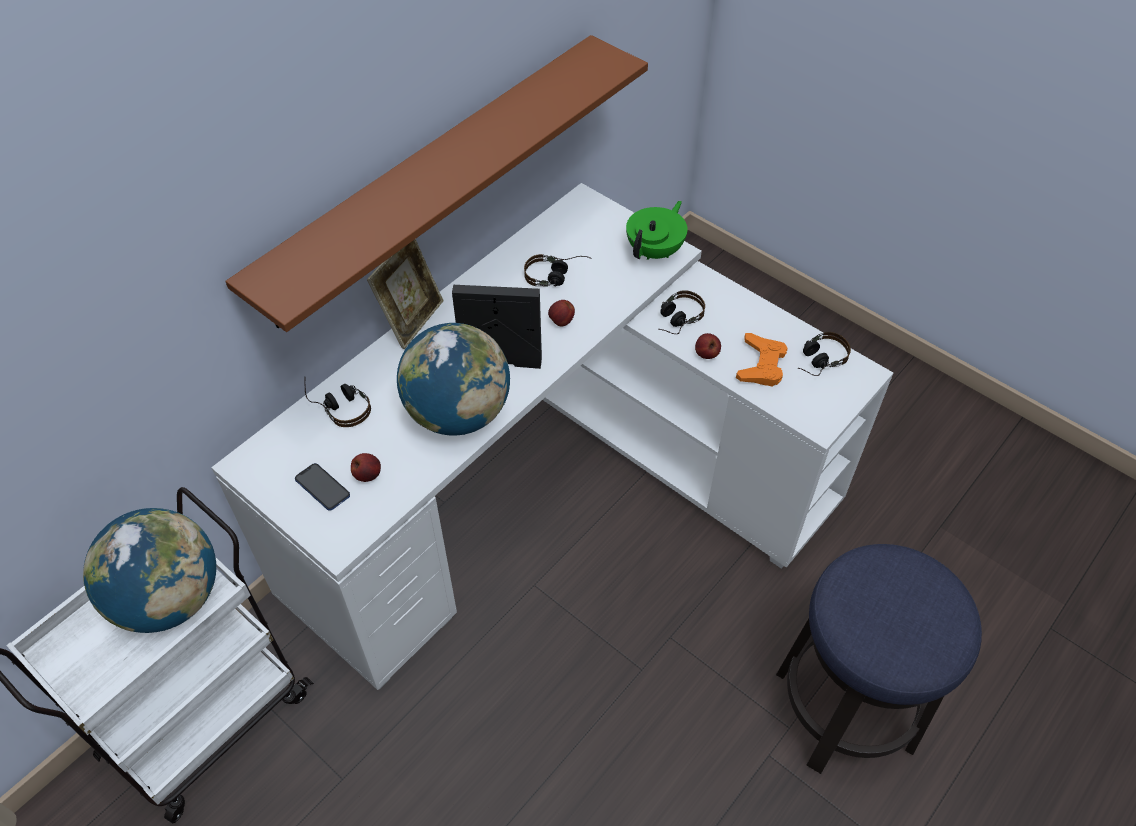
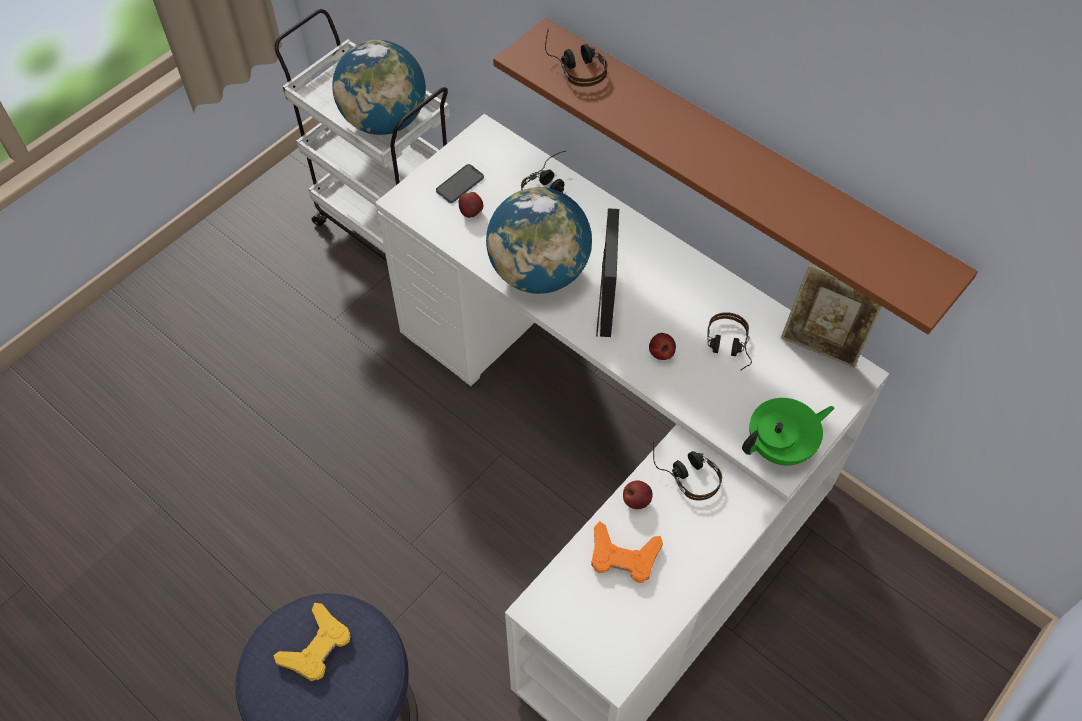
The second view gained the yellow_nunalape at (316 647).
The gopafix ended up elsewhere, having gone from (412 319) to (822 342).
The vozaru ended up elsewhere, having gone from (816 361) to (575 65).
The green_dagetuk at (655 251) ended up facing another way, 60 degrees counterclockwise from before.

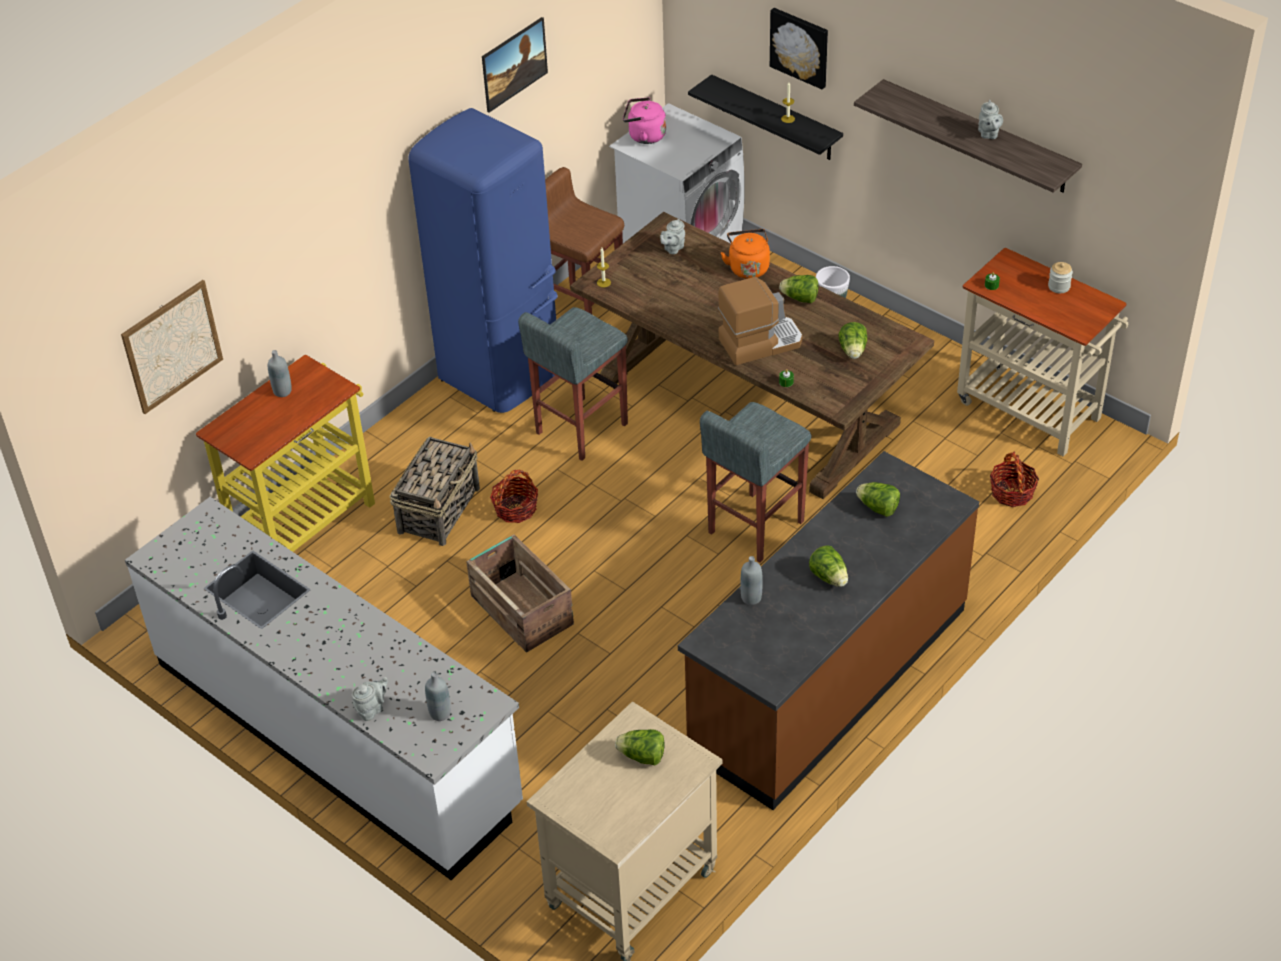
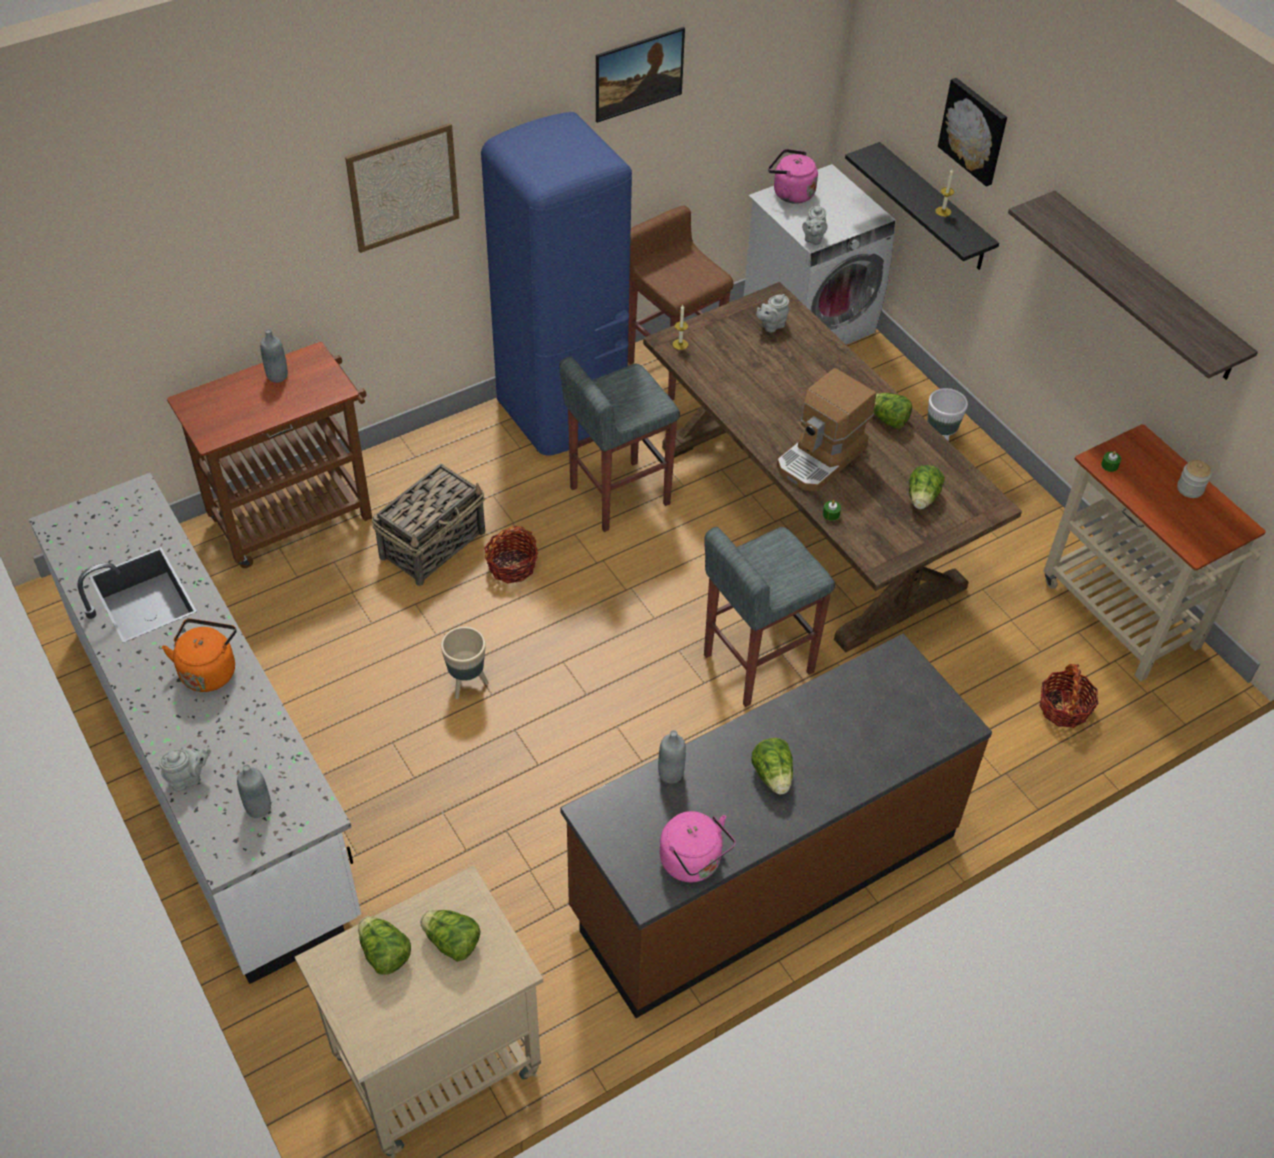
The second view gained the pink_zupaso at (693 862).
The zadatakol ended up elsewhere, having gone from (172 345) to (403 186).
The orange_zupaso ended up elsewhere, having gone from (748 267) to (209 670).
The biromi ended up elsewhere, having gone from (878 508) to (384 954).
The grey_dagetuk ended up elsewhere, having gone from (988 134) to (813 239).
Where the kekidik stood at (521 609), the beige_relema came to stand at (467 683).
What was the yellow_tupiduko at (305 522) turned into the brown_tupiduko at (294 518).
The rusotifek at (760 342) ended up facing another way, 135 degrees clockwise from before.

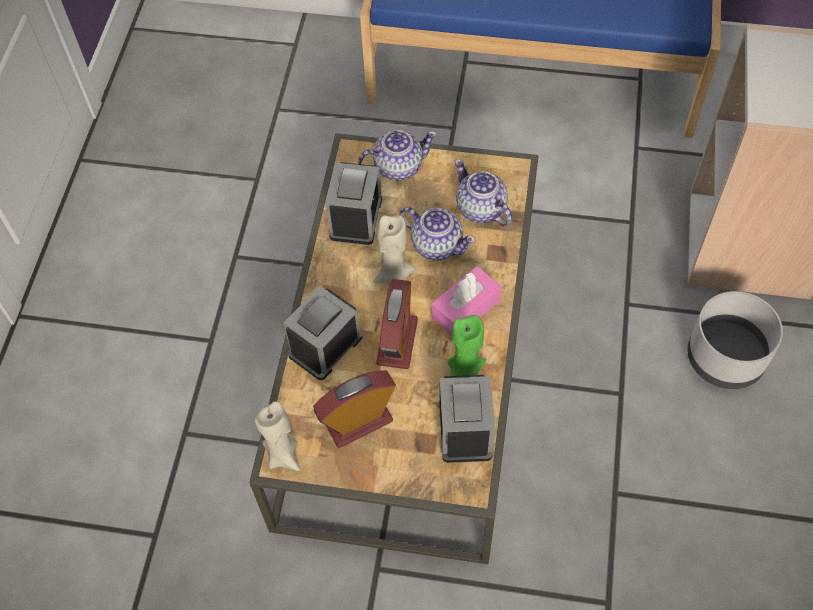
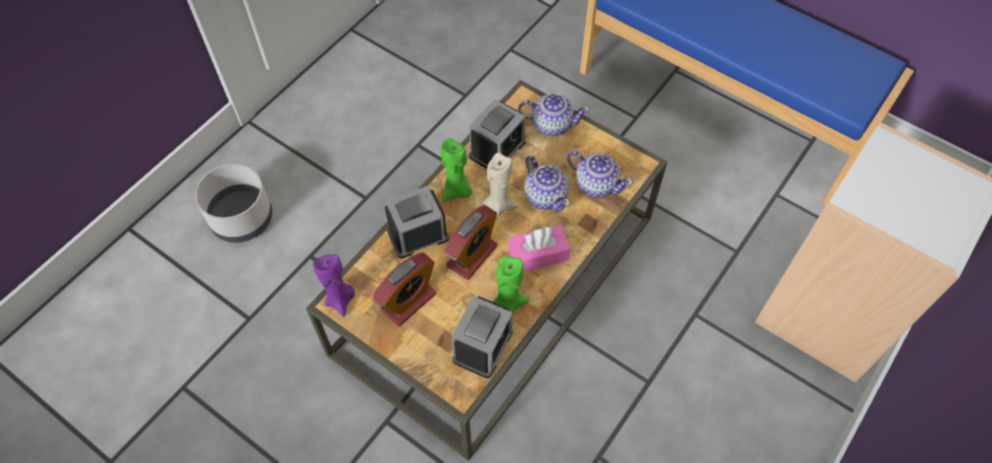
The second view gained the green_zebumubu at (457 191).
The grey_relema ended up elsewhere, having gone from (724 358) to (241 218).
What was the beige_zebumubu at (283 455) turned into the purple_zebumubu at (341 300).
The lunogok at (358 421) ended up facing another way, 135 degrees clockwise from before.
The dagetuk at (481 209) ended up facing another way, 135 degrees clockwise from before.

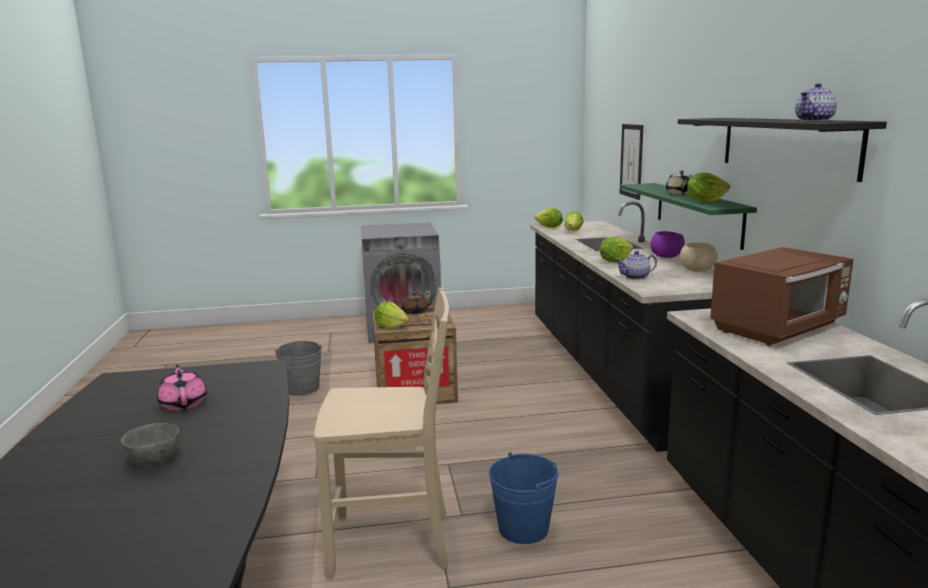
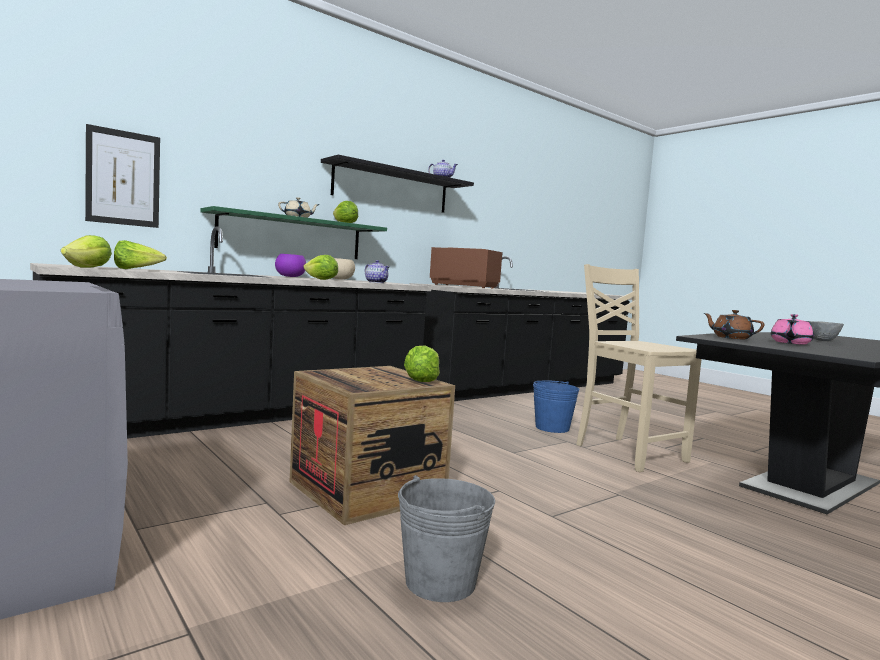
The brown_dagetuk ended up elsewhere, having gone from (416 311) to (731 338).

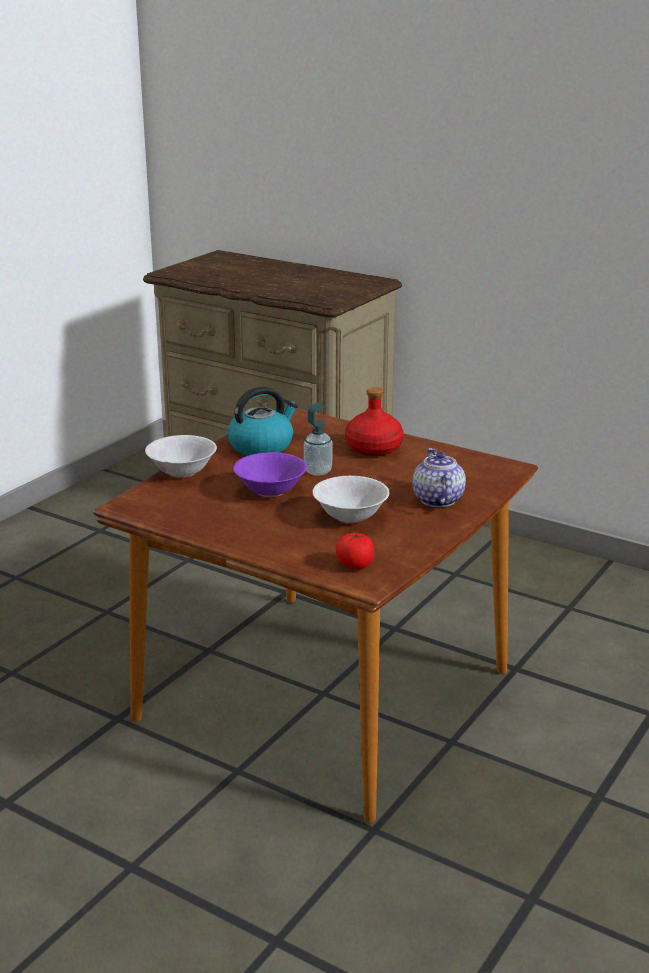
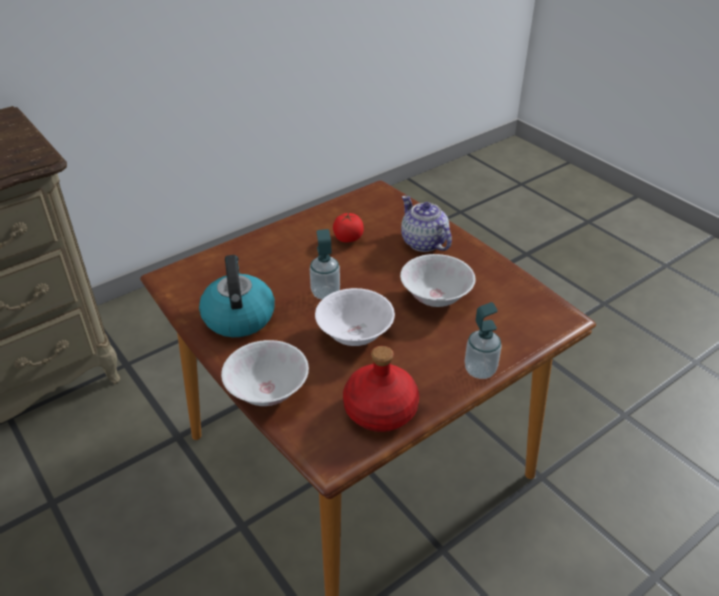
The second view gained the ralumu at (480 370).
The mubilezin ended up elsewhere, having gone from (355 565) to (348 238).
The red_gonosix ended up elsewhere, having gone from (373 448) to (380 410).
What was the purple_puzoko at (270 491) turned into the white_puzoko at (355 335).
The dagetuk at (437 499) ended up facing another way, 45 degrees clockwise from before.

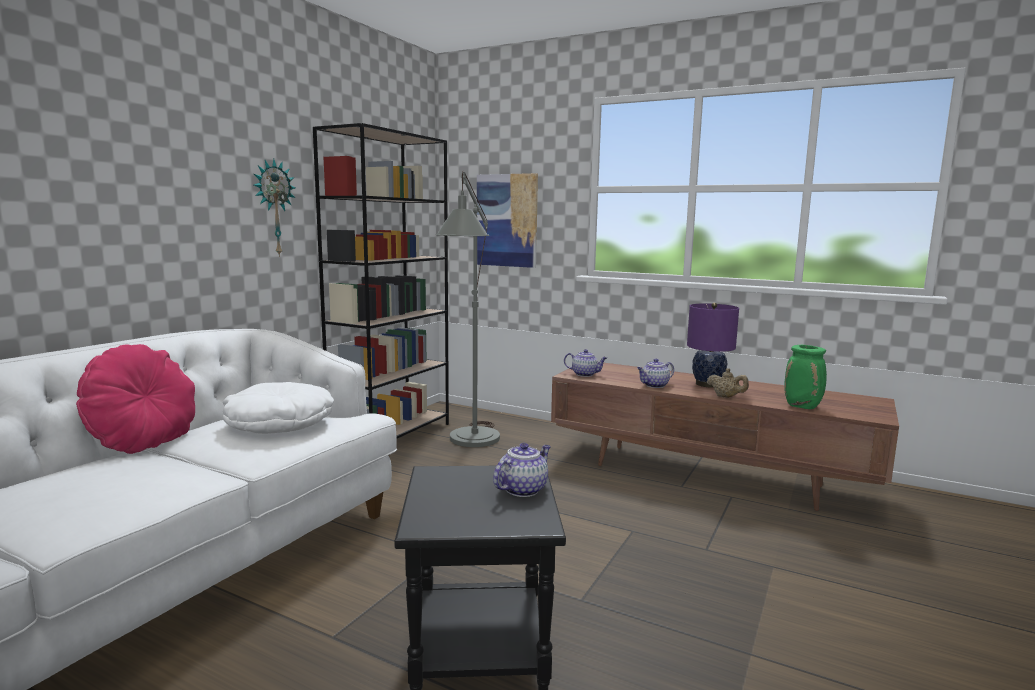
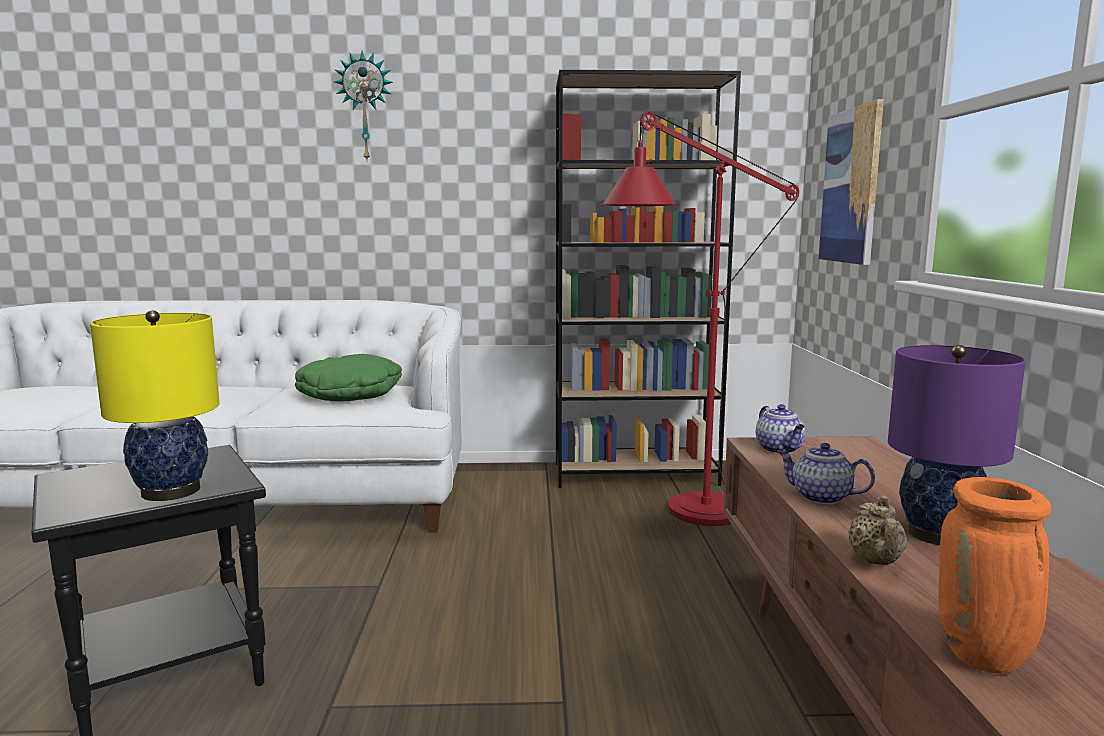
The second view lost the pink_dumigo at (144 445).
The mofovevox ended up elsewhere, having gone from (273 208) to (365 107).
Where the dagetuk stood at (523 489), the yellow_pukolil came to stand at (171 491).
What was the white_dumigo at (277 424) turned into the green_dumigo at (348 394).
What was the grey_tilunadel at (471 443) turned into the red_tilunadel at (686 514).
What was the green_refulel at (803 407) turned into the orange_refulel at (983 658).

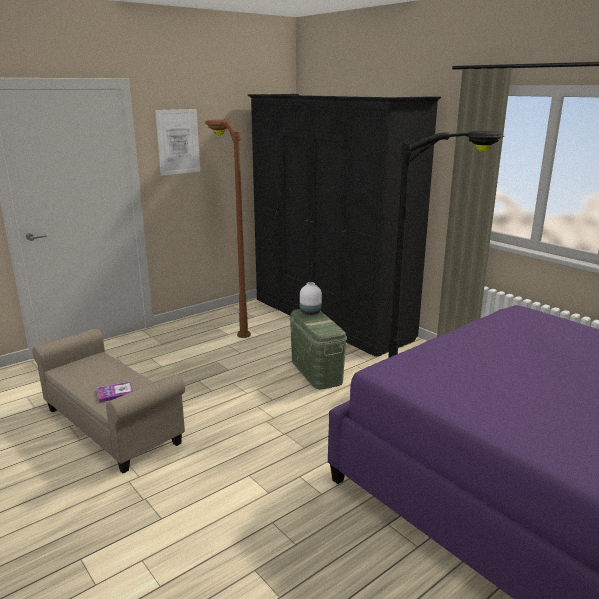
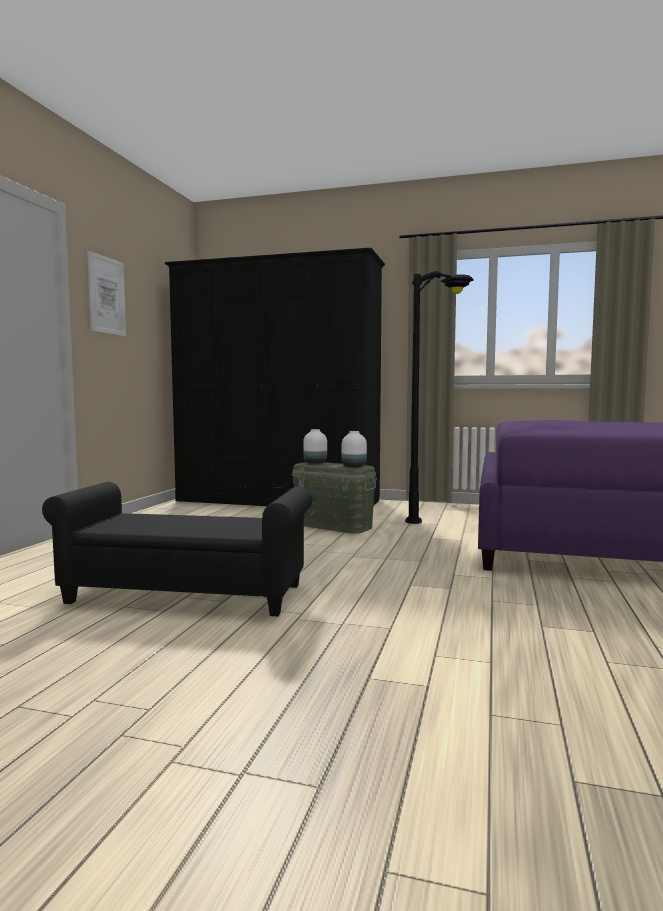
The second view lost the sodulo at (115 393).
The second view lost the brown_tilunadel at (232 320).
The second view gained the white_refulel at (354 466).
What was the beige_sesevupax at (112 426) turned into the black_sesevupax at (186 593).

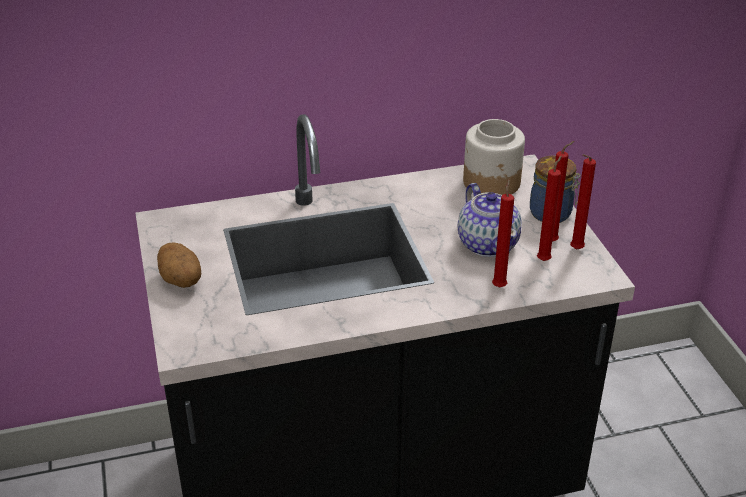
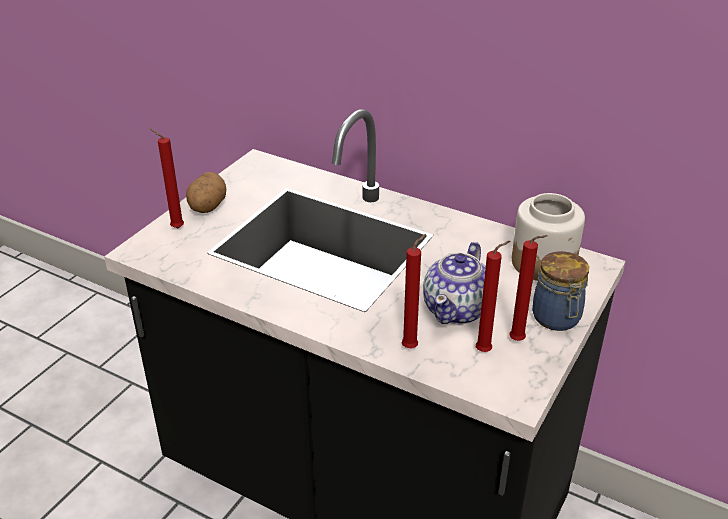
The red_zebumubu ended up elsewhere, having gone from (574 250) to (175 228).

